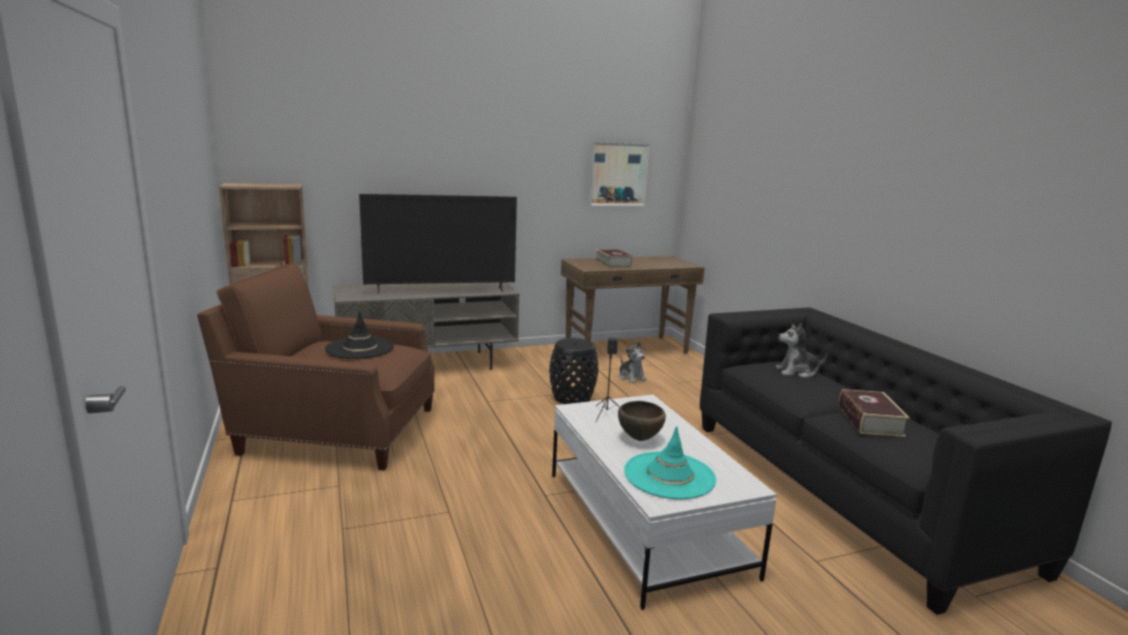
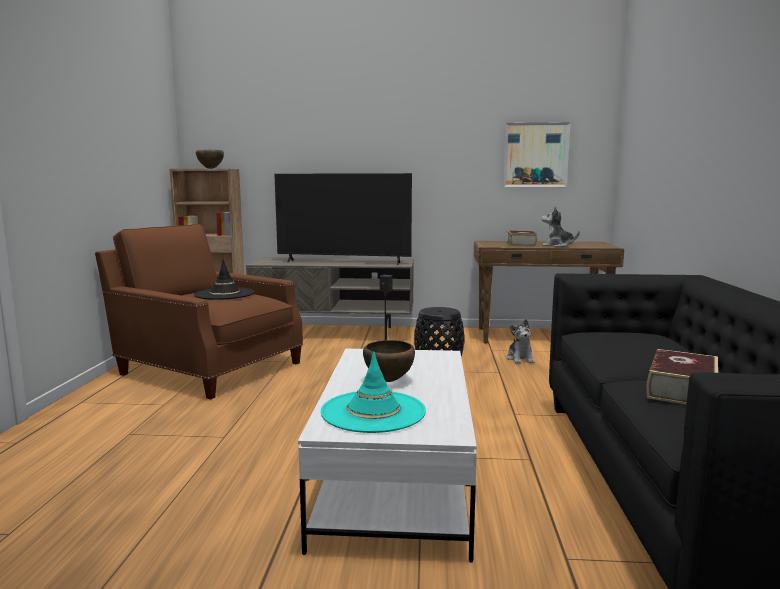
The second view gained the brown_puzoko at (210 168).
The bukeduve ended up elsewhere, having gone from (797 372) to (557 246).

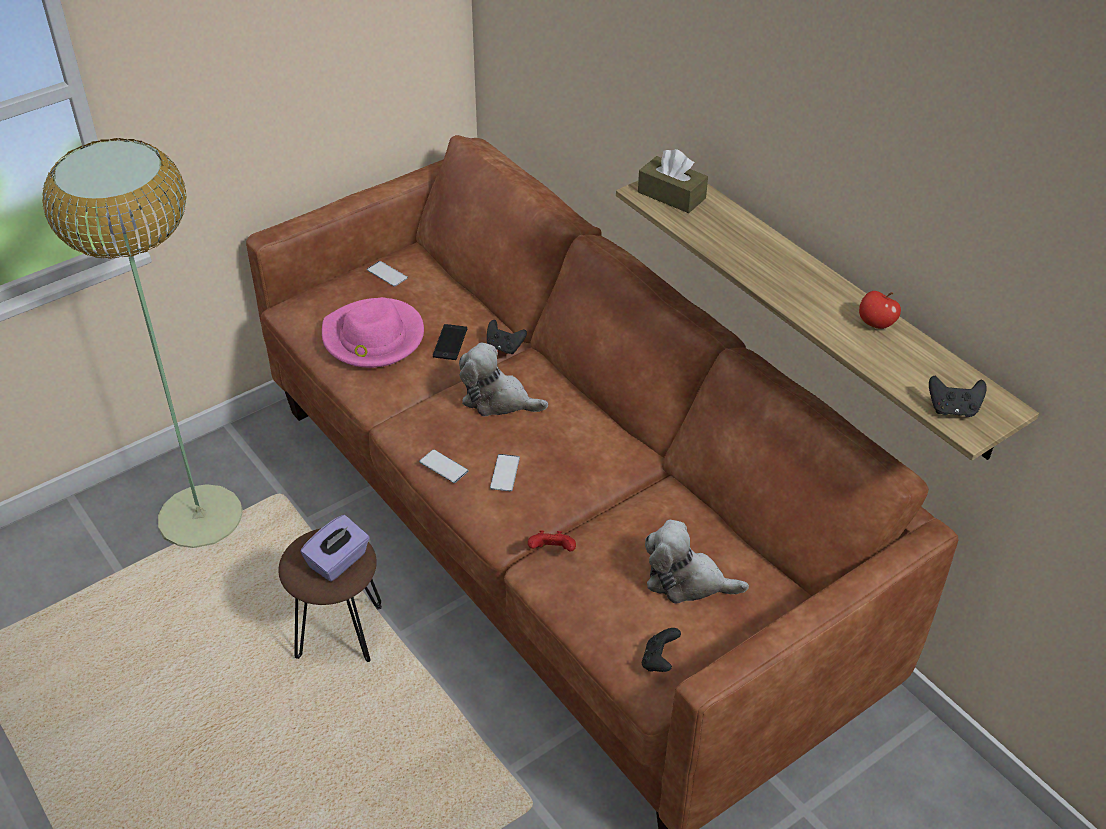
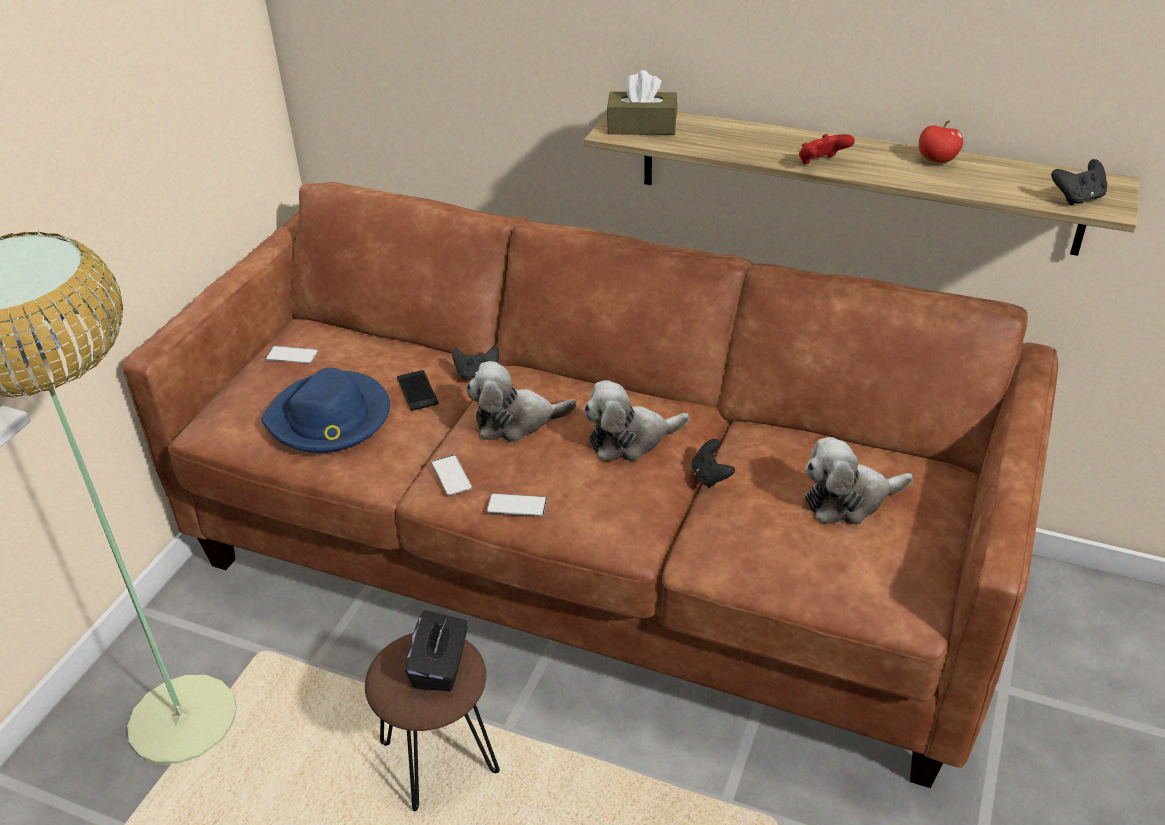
The second view gained the bukeduve at (630 440).
The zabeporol ended up elsewhere, having gone from (505 473) to (451 475).
The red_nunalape ended up elsewhere, having gone from (552 551) to (821 164).
The black_nunalape ended up elsewhere, having gone from (659 661) to (710 476).
What was the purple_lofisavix at (338 561) turned into the black_lofisavix at (441 667).
What was the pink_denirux at (373 338) turned into the blue_denirux at (329 418).

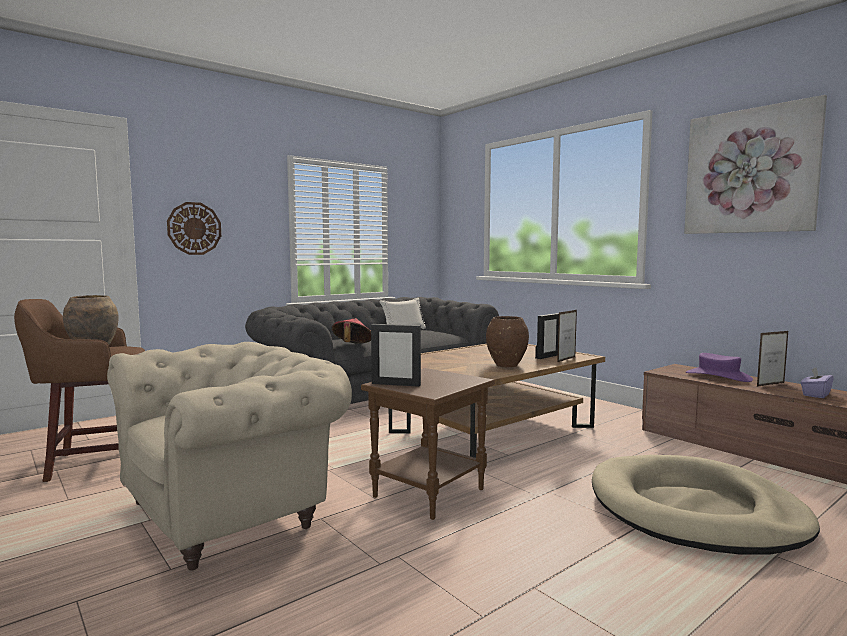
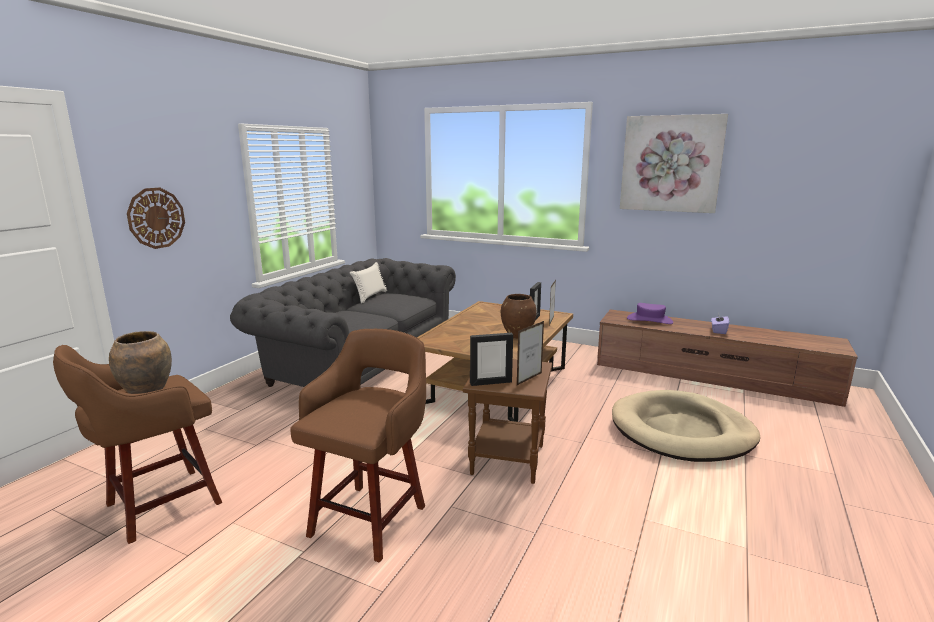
The second view lost the red_denirux at (352 346).
The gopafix ended up elsewhere, having gone from (770 384) to (529 379).
Where the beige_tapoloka stood at (236 509), the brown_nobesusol came to stand at (371 518).

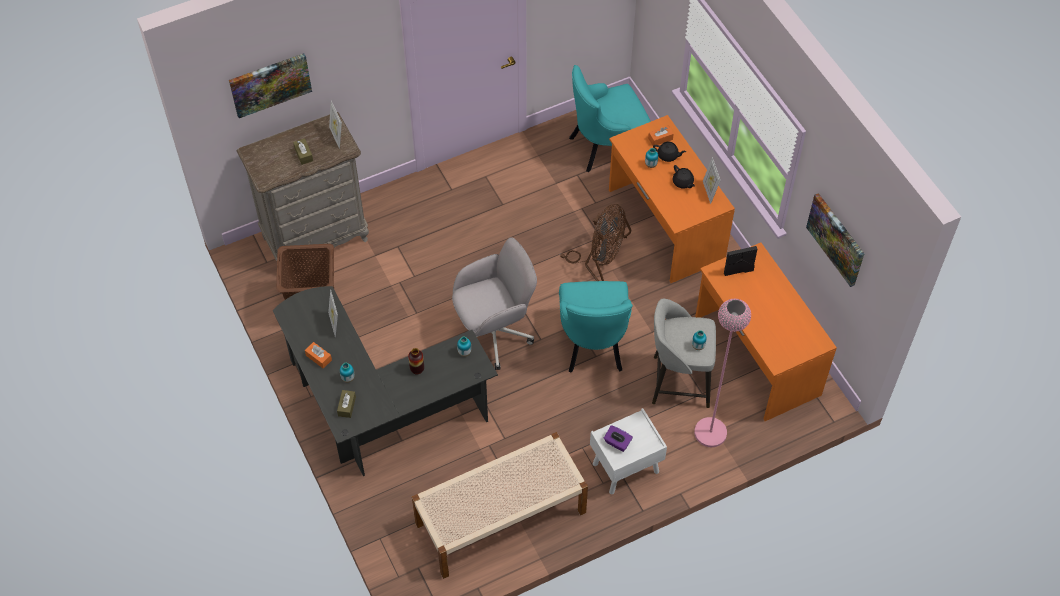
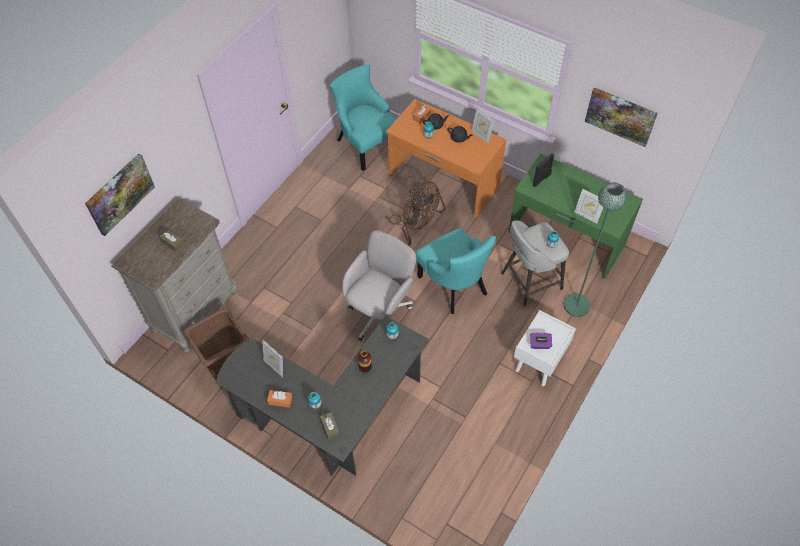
The second view lost the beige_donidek at (501 518).
The gopafix ended up elsewhere, having gone from (337 137) to (586 216).
What was the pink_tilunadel at (710 433) turned into the green_tilunadel at (576 306).
What was the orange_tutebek at (755 356) turned into the green_tutebek at (566 238).
The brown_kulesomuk at (599 257) ended up facing another way, 45 degrees clockwise from before.
The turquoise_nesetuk at (608 145) ended up facing another way, 105 degrees clockwise from before.

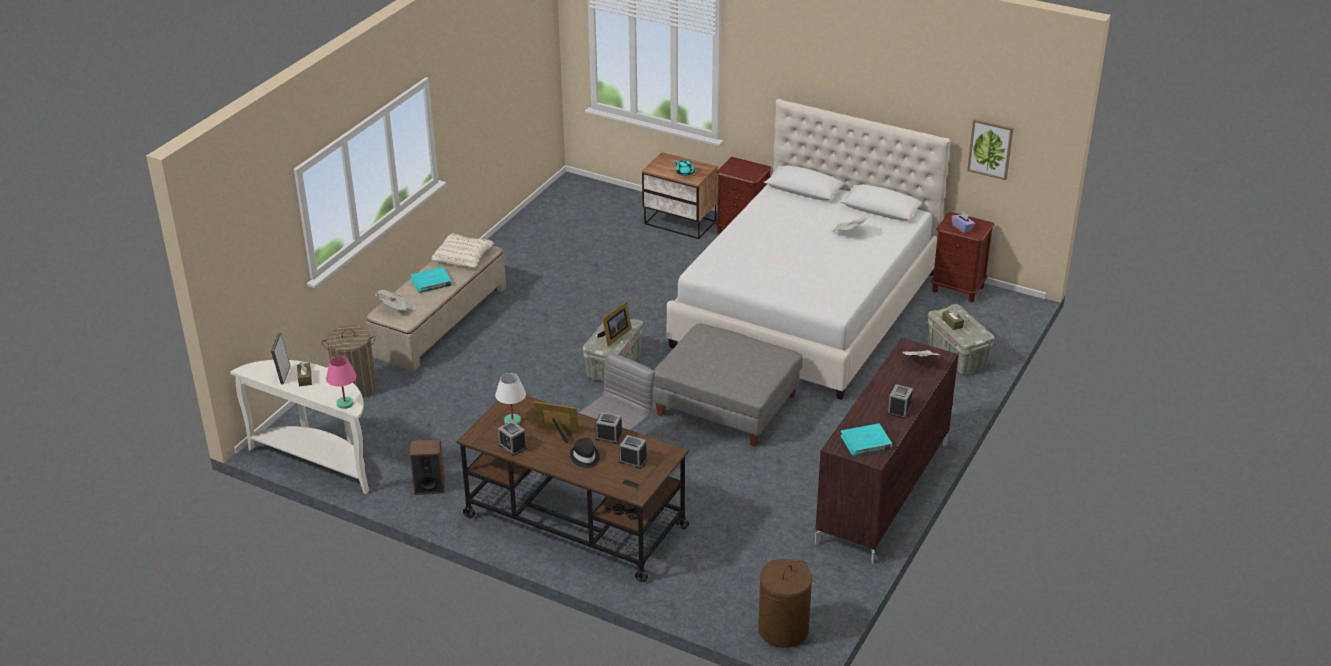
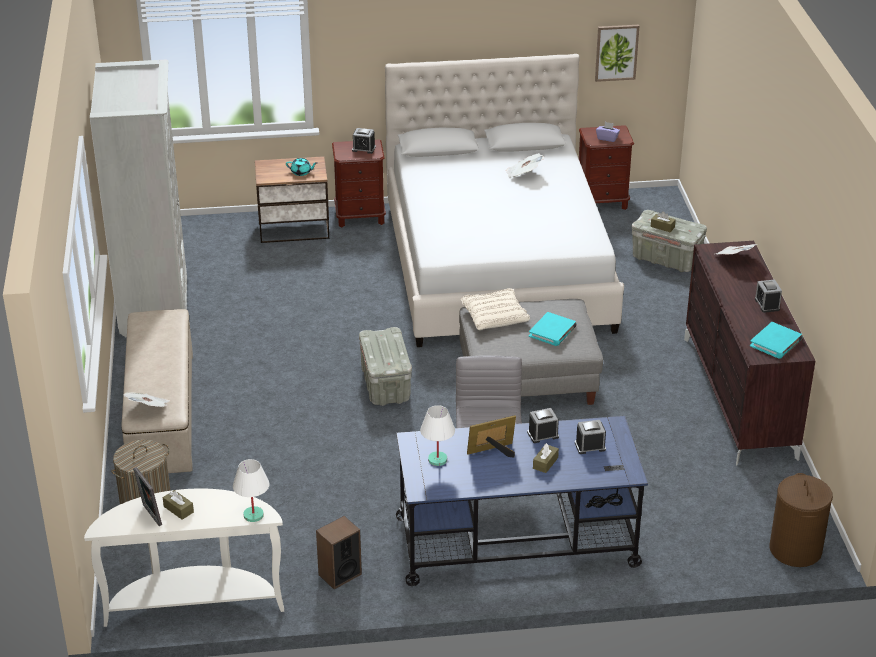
The second view lost the gopafix at (614 336).
The second view gained the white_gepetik at (154 306).
The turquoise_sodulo ended up elsewhere, having gone from (431 282) to (552 331).
The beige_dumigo ended up elsewhere, having gone from (463 257) to (495 316).
The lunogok ended up elsewhere, having gone from (512 446) to (363 149).
Where the black_denirux stood at (585 457), the brown_lofisavix came to stand at (545 463).
What was the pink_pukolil at (345 403) turned into the white_pukolil at (253 515).
What was the brown_tutebek at (575 522) turned into the blue_tutebek at (517 542).

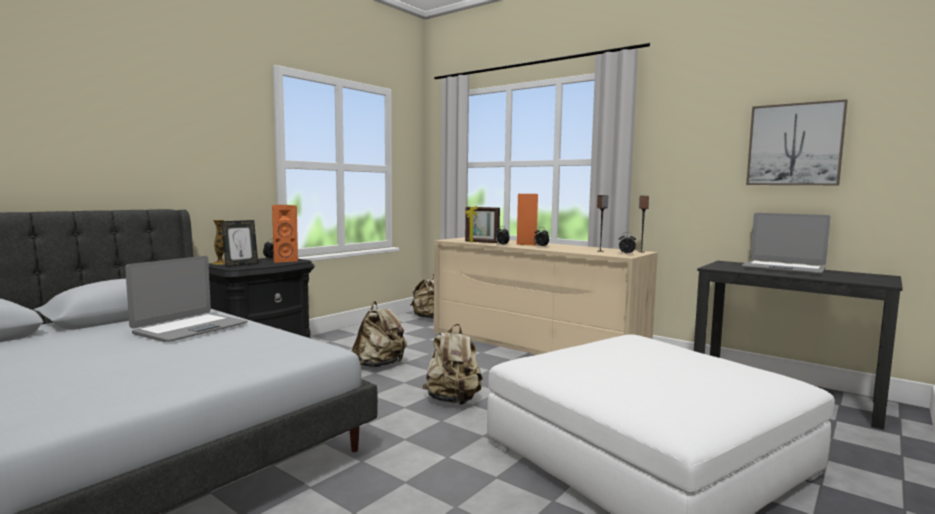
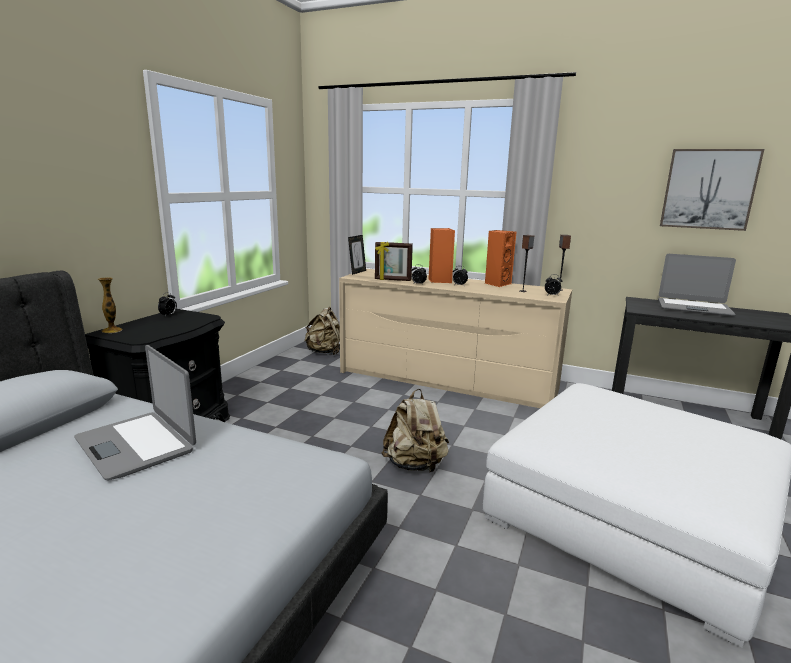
The second view lost the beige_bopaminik at (380 365).
The gopafix ended up elsewhere, having gone from (241 265) to (357 272).
The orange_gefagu ended up elsewhere, having gone from (284 260) to (497 284).
The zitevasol at (190 329) ended up facing another way, 120 degrees clockwise from before.

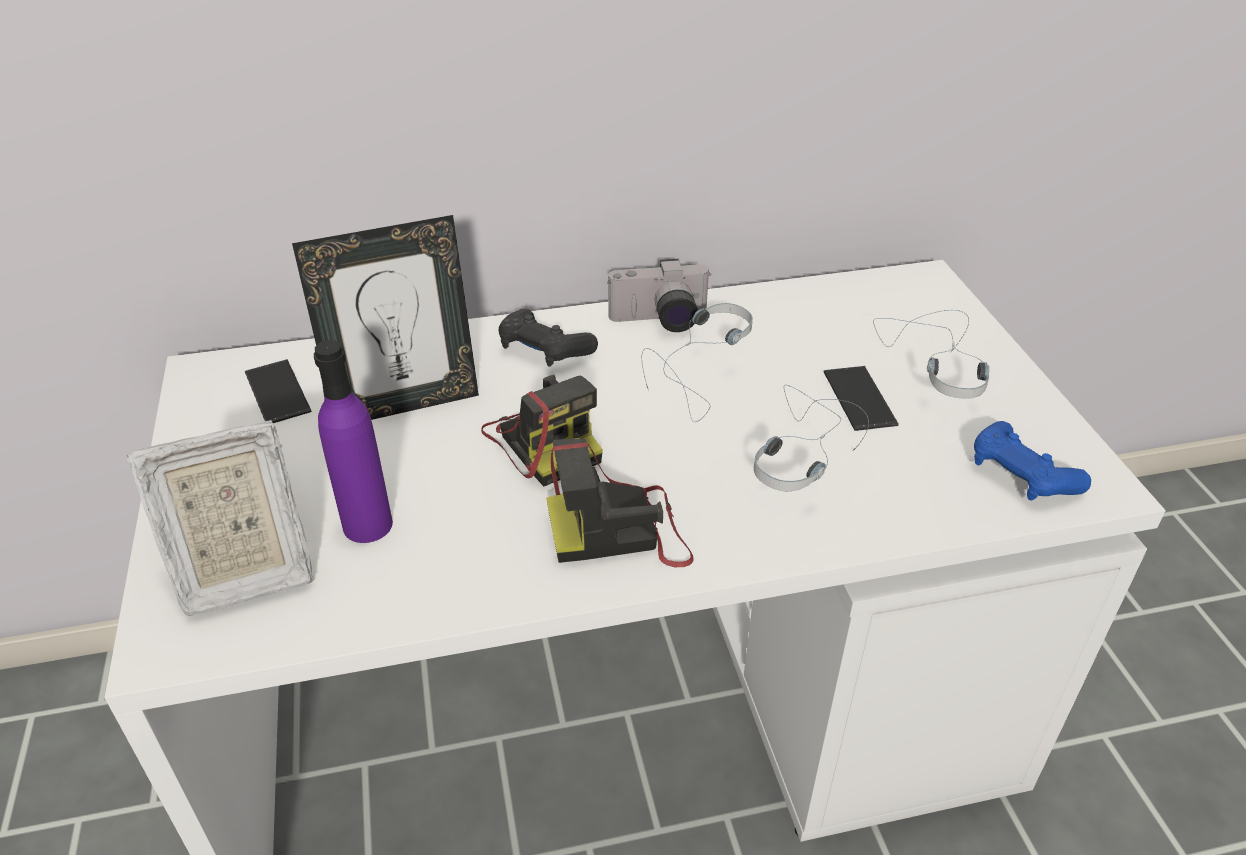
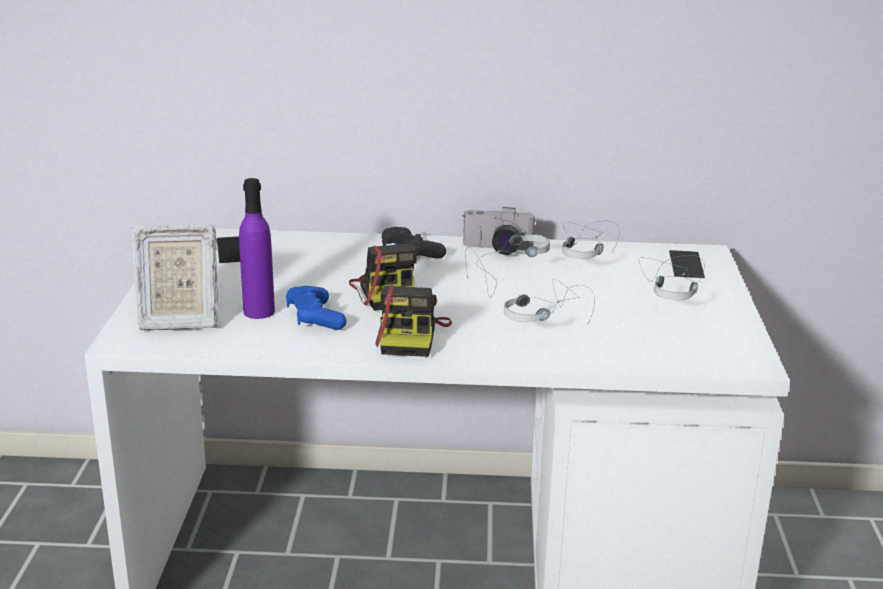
The second view lost the gopafix at (406 404).
The second view gained the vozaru at (574 263).
The zabeporol ended up elsewhere, having gone from (859 398) to (686 265).
The blue_nunalape ended up elsewhere, having gone from (1021 475) to (315 318).
The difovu at (620 531) ended up facing another way, 90 degrees counterclockwise from before.

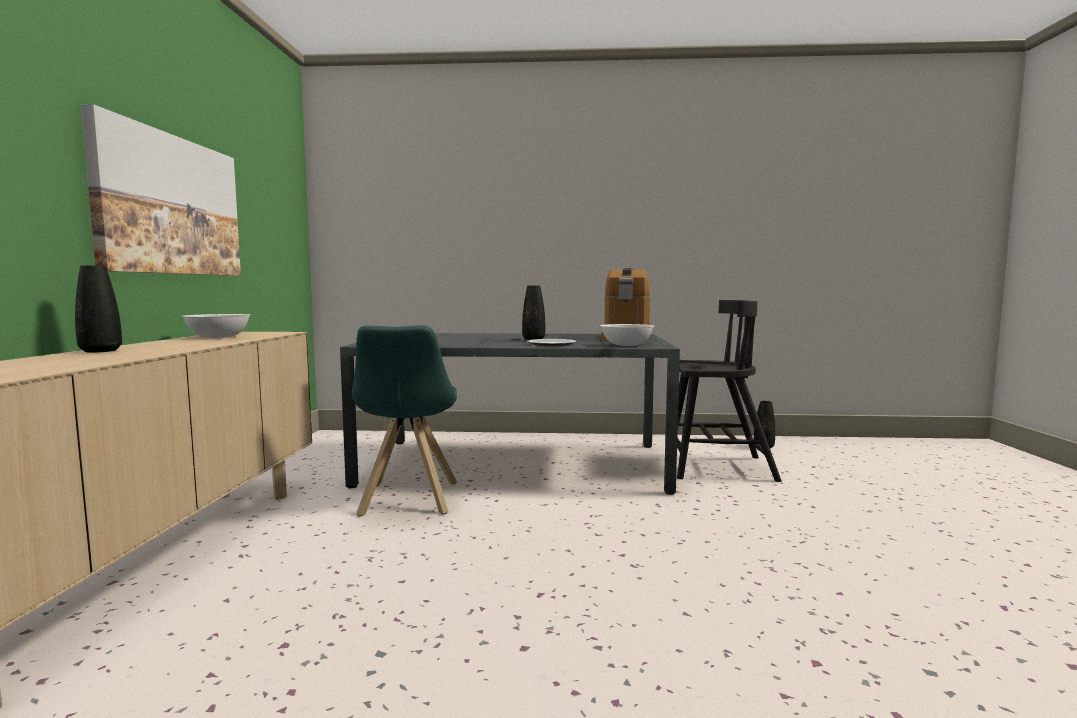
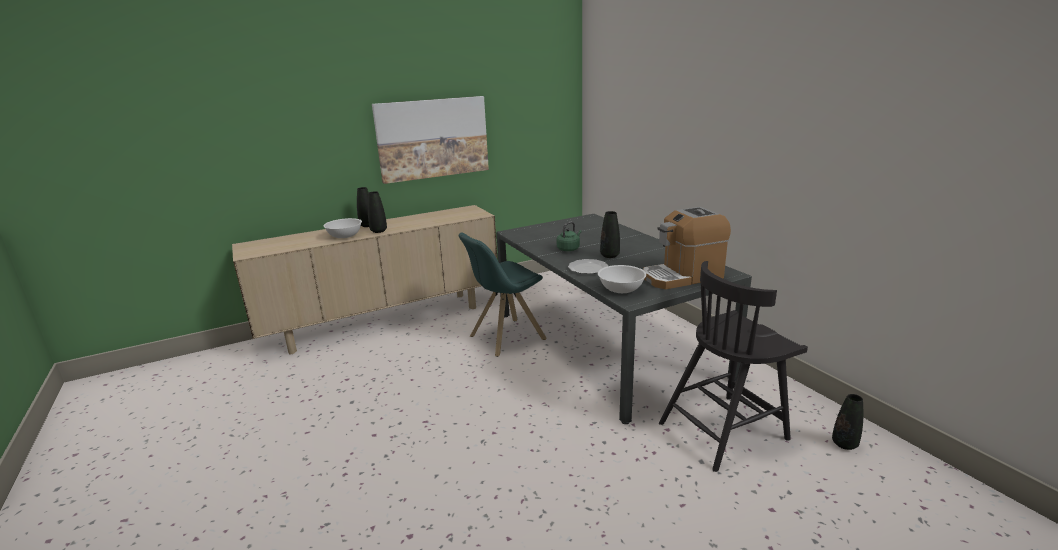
The second view gained the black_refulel at (378 231).
The second view gained the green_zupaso at (569 249).
The white_puzoko ended up elsewhere, having gone from (218 337) to (344 236).
The black_nesetuk at (717 467) ended up facing another way, 90 degrees clockwise from before.

